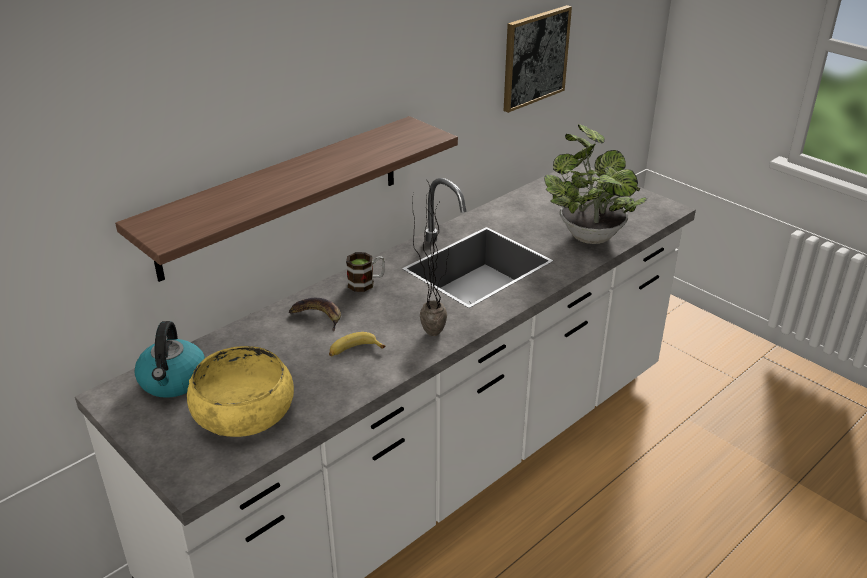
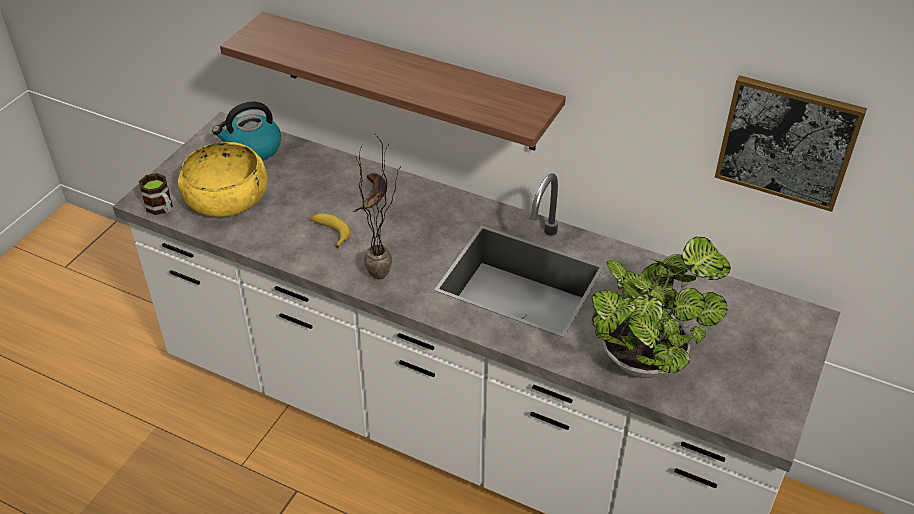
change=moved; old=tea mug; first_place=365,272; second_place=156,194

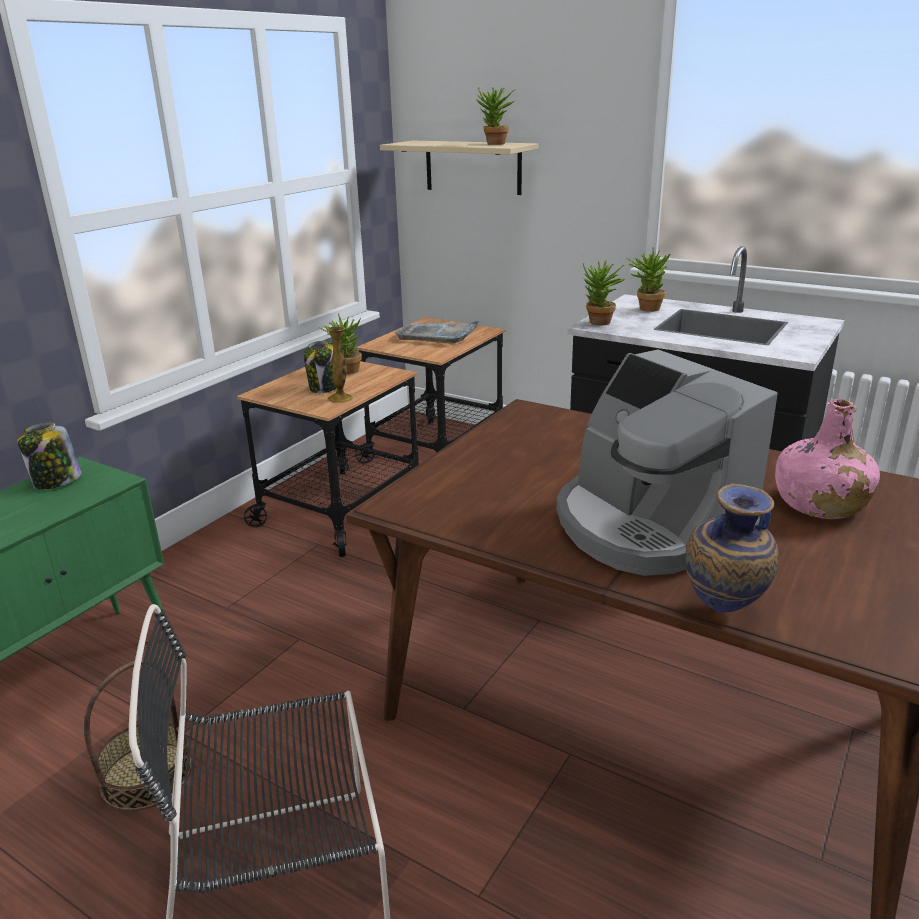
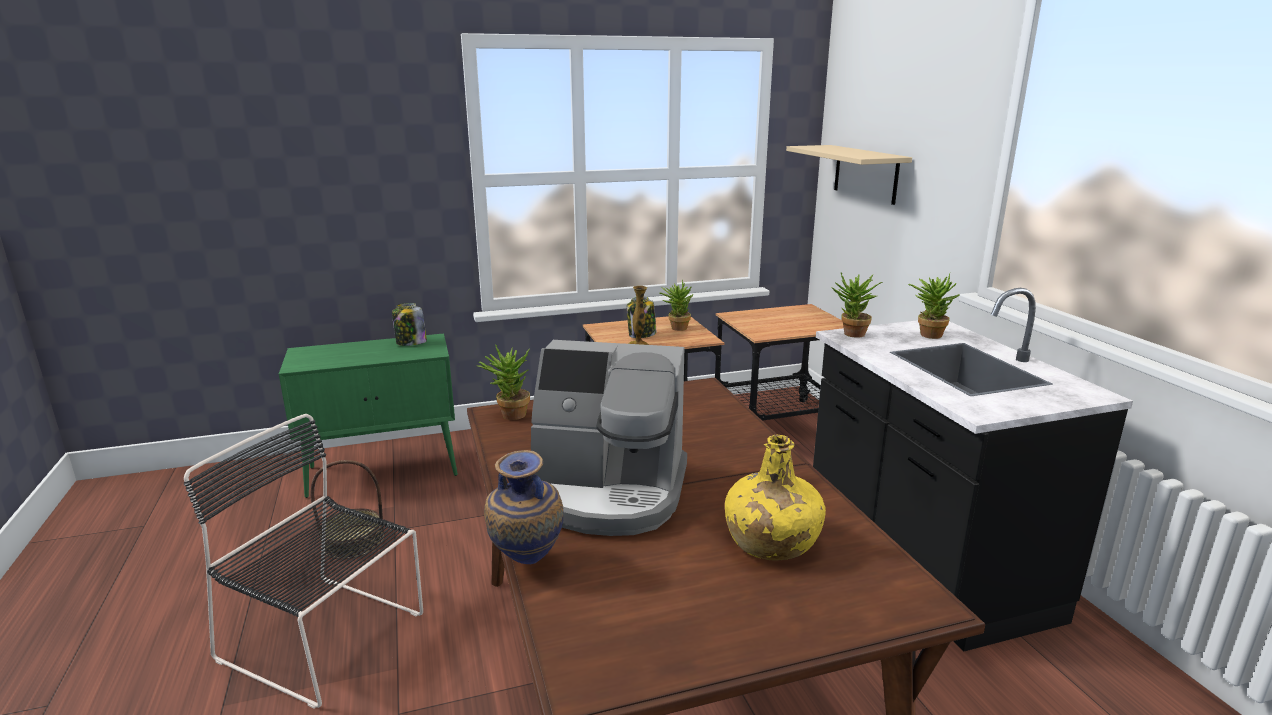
change=removed; old=gray serving tray; first_place=437,332
change=moved; old=potted plant; first_place=495,116; second_place=503,382
change=turned; old=coffee maker; first_place=667,462; second_place=609,438; degrees=-90
change=recoloured; old=pink-coloured beverage bottle; new=yellowish beverage bottle; first_place=827,459; second_place=775,497

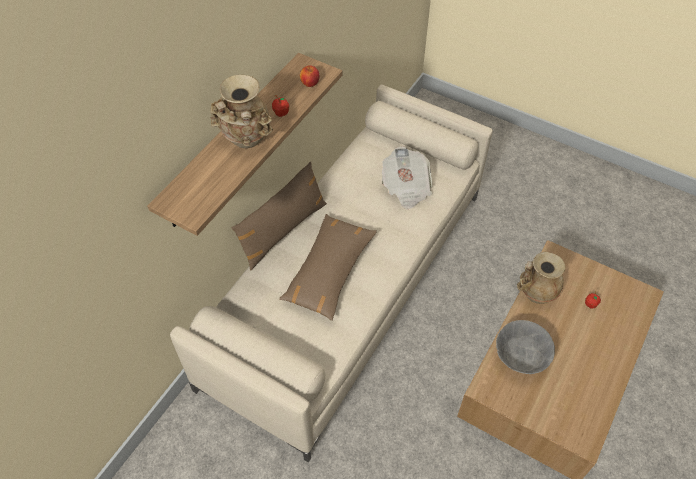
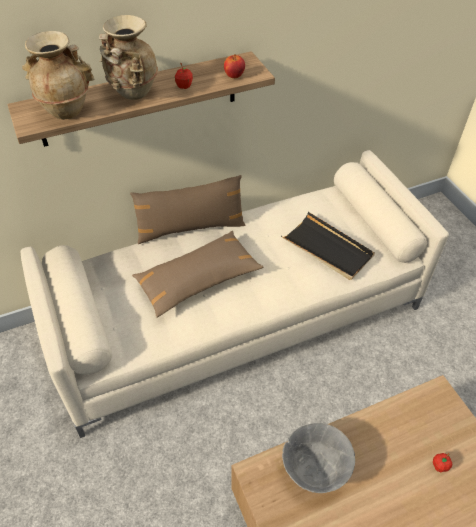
change=replaced; old=printed paper; new=blackish serving tray; first_place=407,178; second_place=328,246
change=moved; old=beige vase; first_place=541,278; second_place=58,75

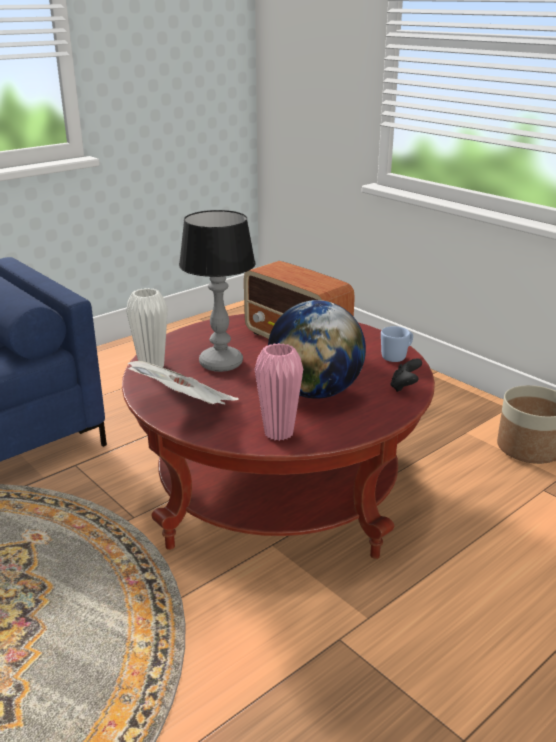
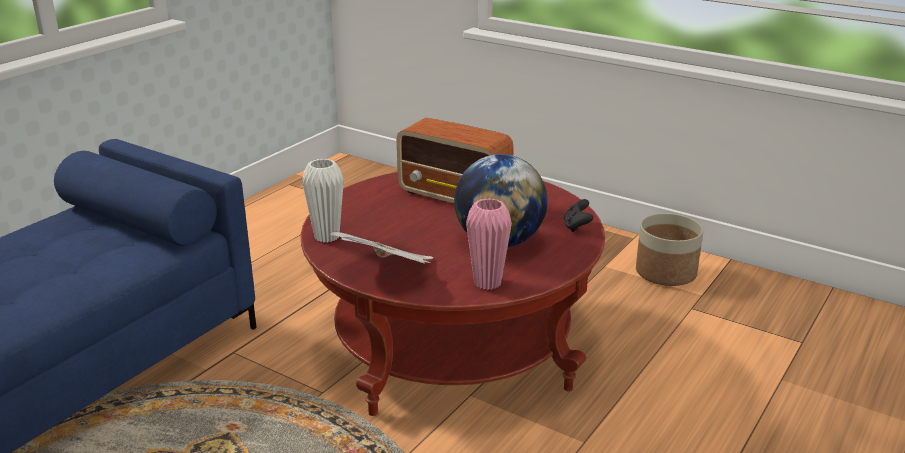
change=removed; old=lamp for a table; first_place=217,291
change=removed; old=blue-coloured tea mug; first_place=397,344

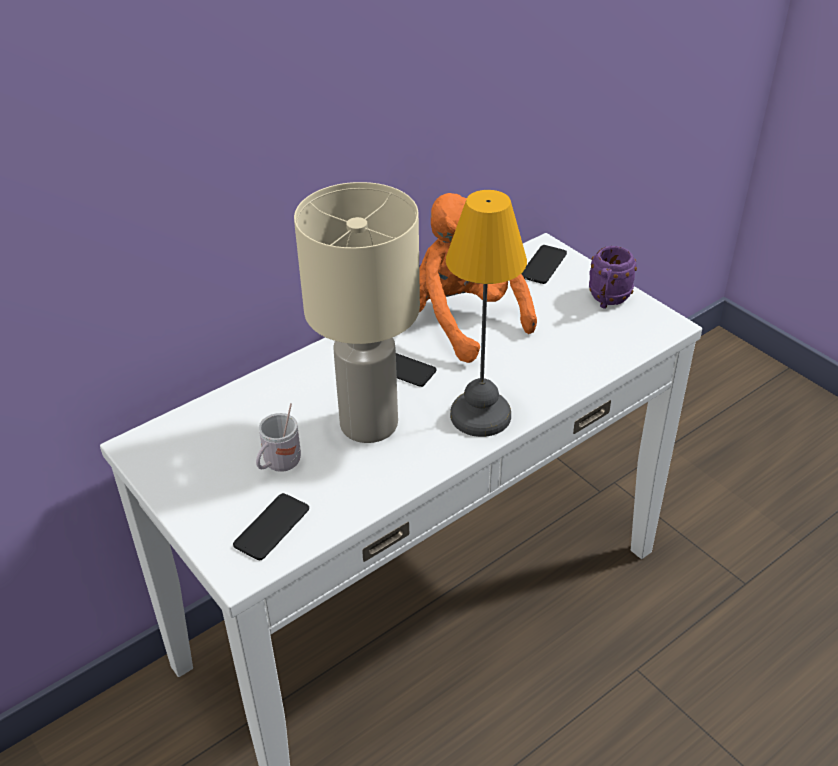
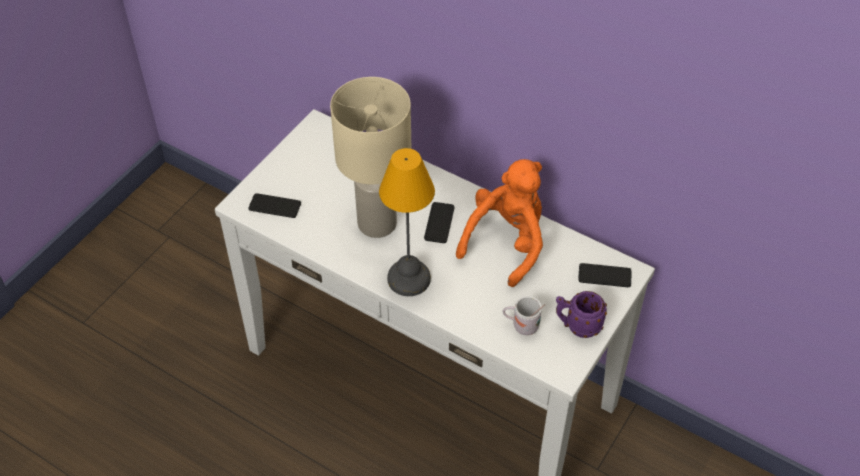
change=moved; old=whitish tea mug; first_place=278,437; second_place=523,315

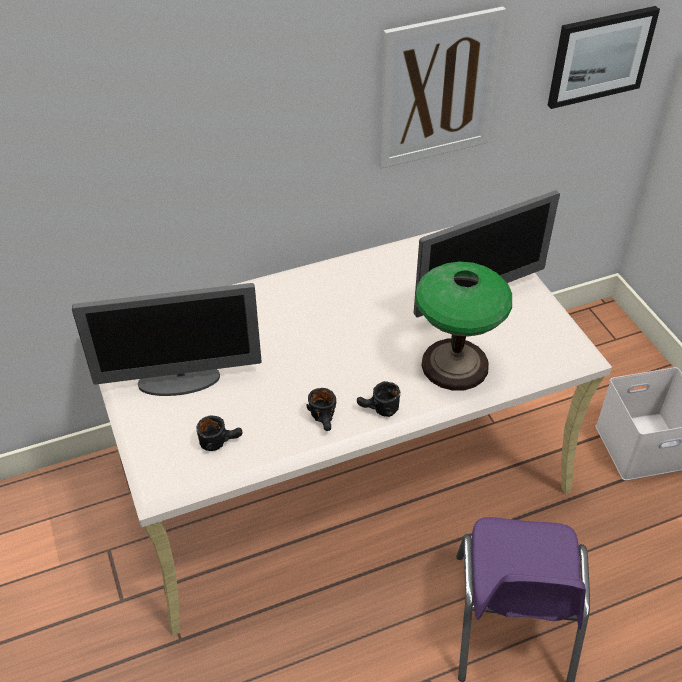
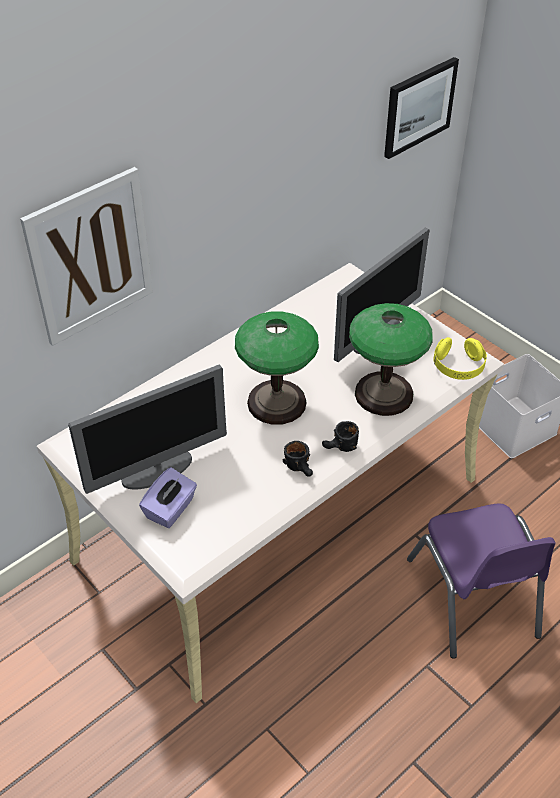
change=removed; old=blackish tea mug; first_place=219,433
change=moved; old=wall art; first_place=442,87; second_place=86,256
change=added; new=purple-coloured tissue holder; second_place=168,497
change=added; new=lamp for a table; second_place=277,368
change=added; new=yellowish pair of headphones; second_place=460,358

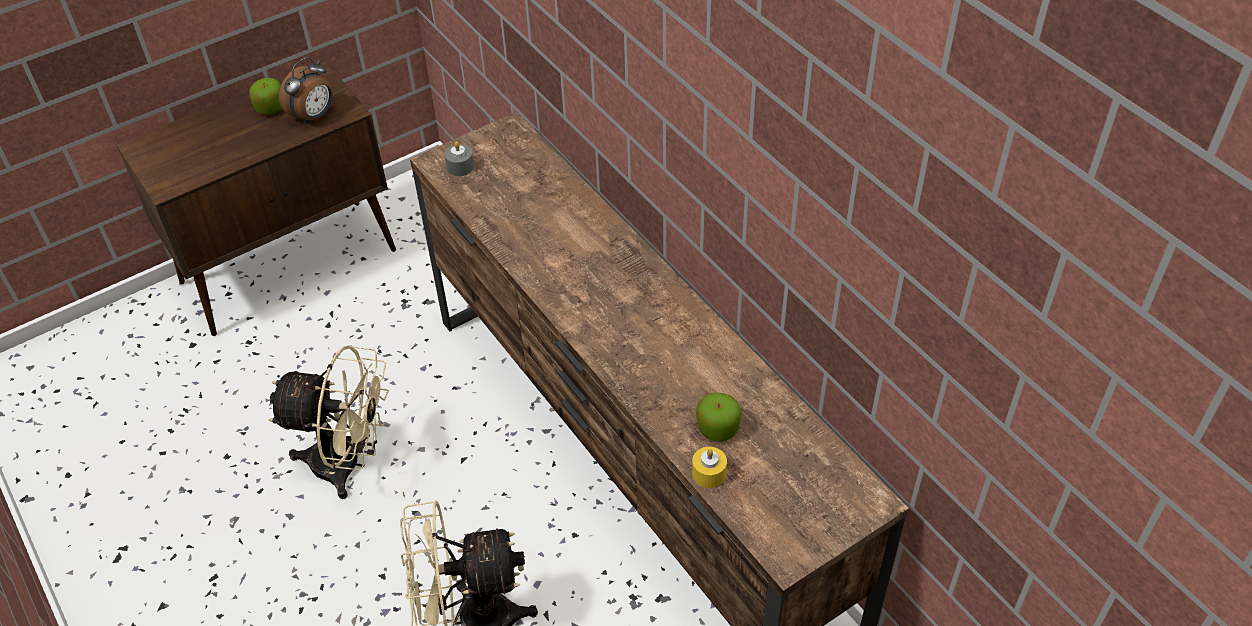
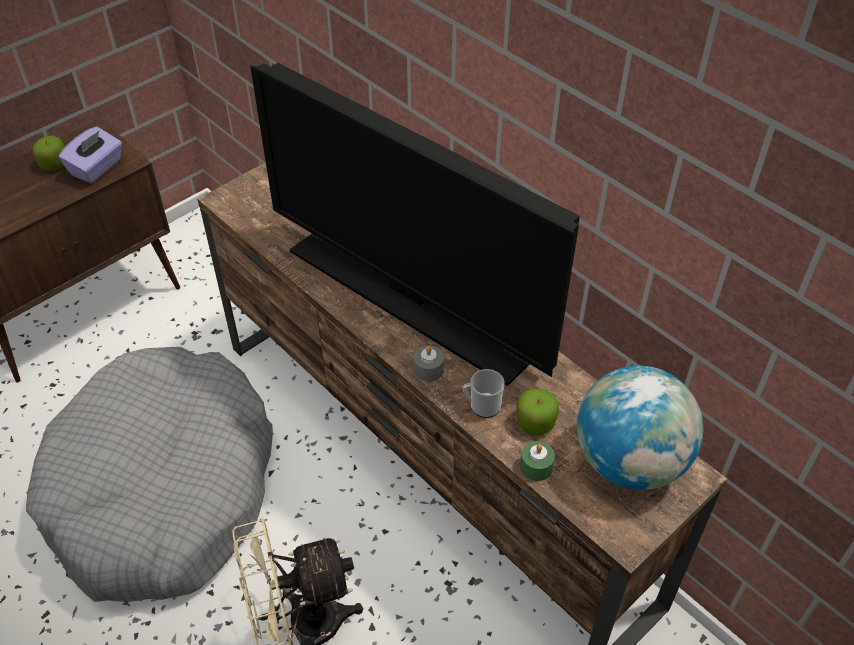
change=replaced; old=beige electric fan; new=gray pet bed; first_place=328,422; second_place=149,474
change=replaced; old=table clock; new=purple-coloured tissue holder; first_place=306,90; second_place=90,154
change=moved; old=gray wax light; first_place=459,158; second_place=429,363
change=recoloured; old=yellowish wax light; new=green-coloured wax light; first_place=709,467; second_place=537,461
change=added; new=television; second_place=415,224
change=added; new=tea mug; second_place=483,393
change=added; new=globe; second_place=640,428

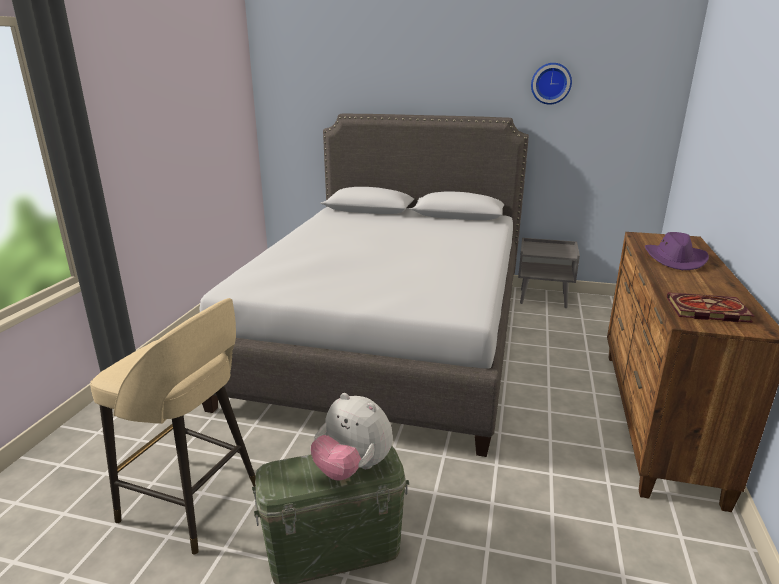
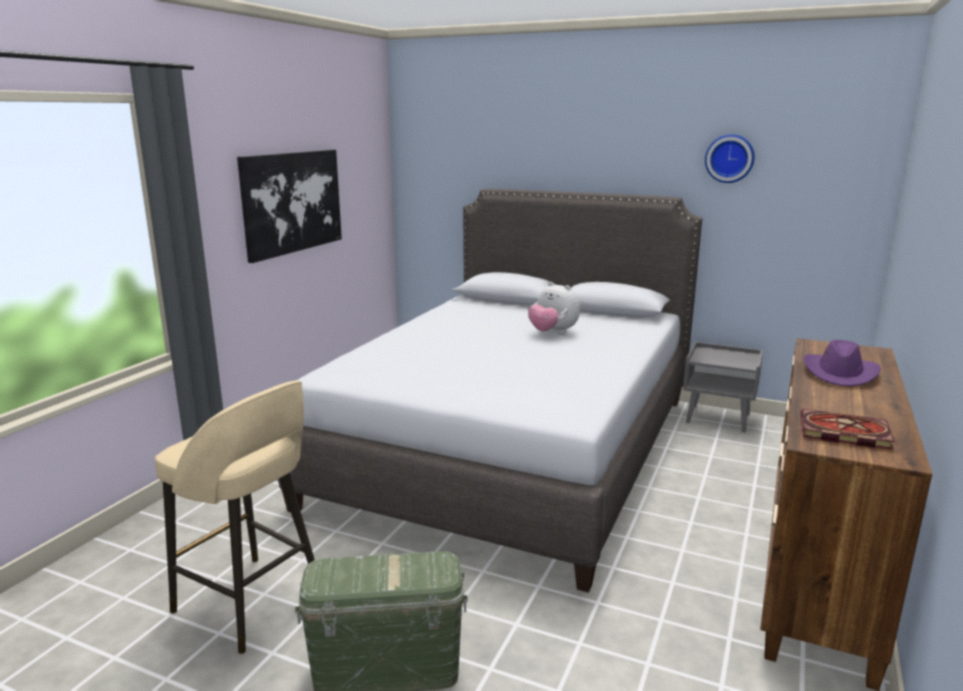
change=moved; old=soft toy; first_place=352,436; second_place=554,308
change=added; new=wall art; second_place=289,206

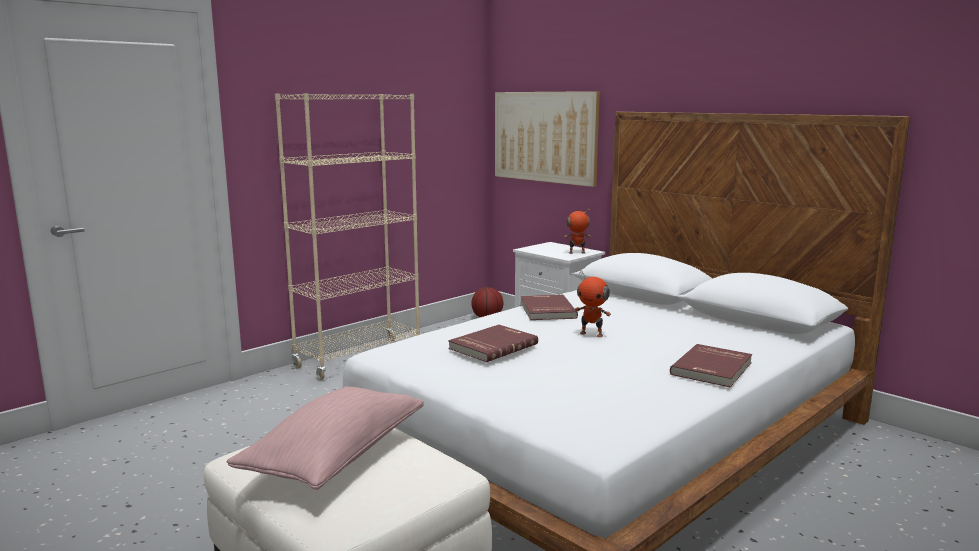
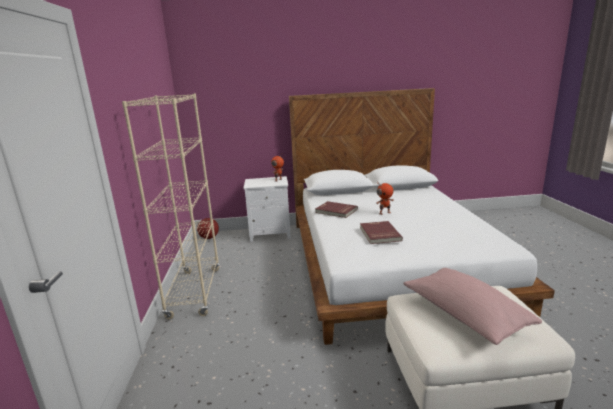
change=removed; old=wall art; first_place=547,139
change=removed; old=reddish bound book; first_place=711,365

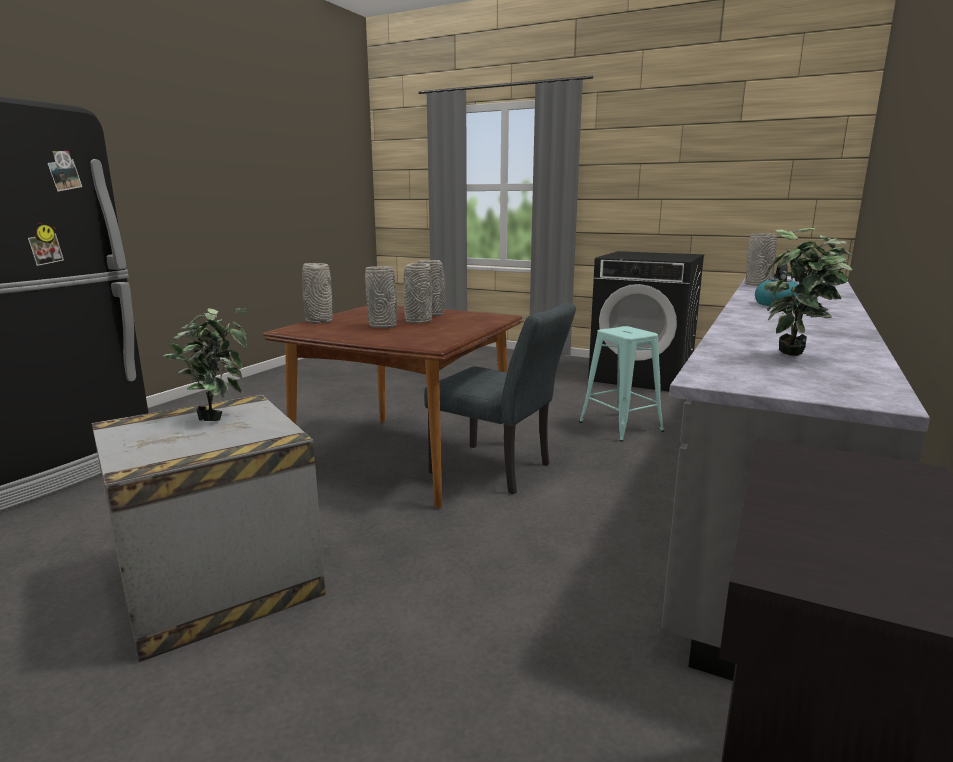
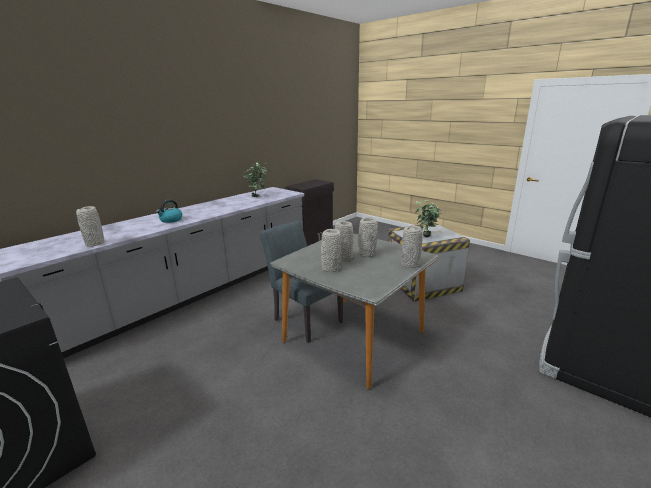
change=recoloured; old=brown-coloured dinner table; new=gray dinner table; first_place=392,407; second_place=354,311
change=removed; old=turquoise stool seat; first_place=621,384

